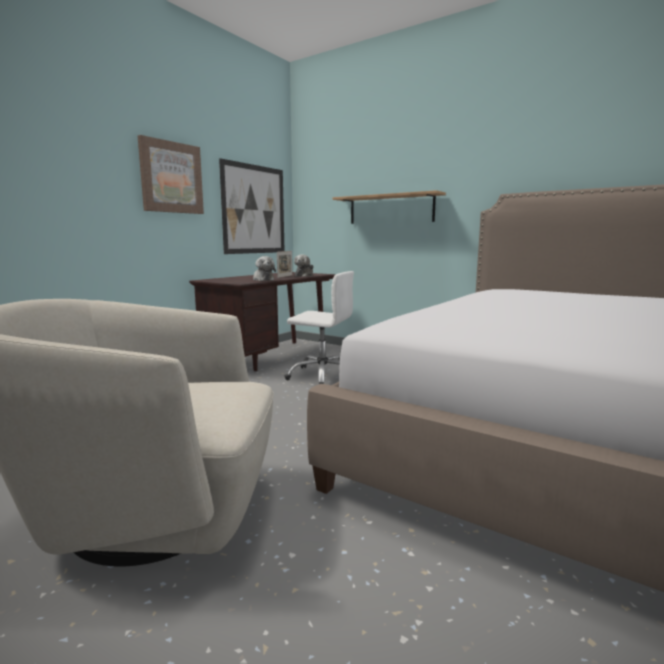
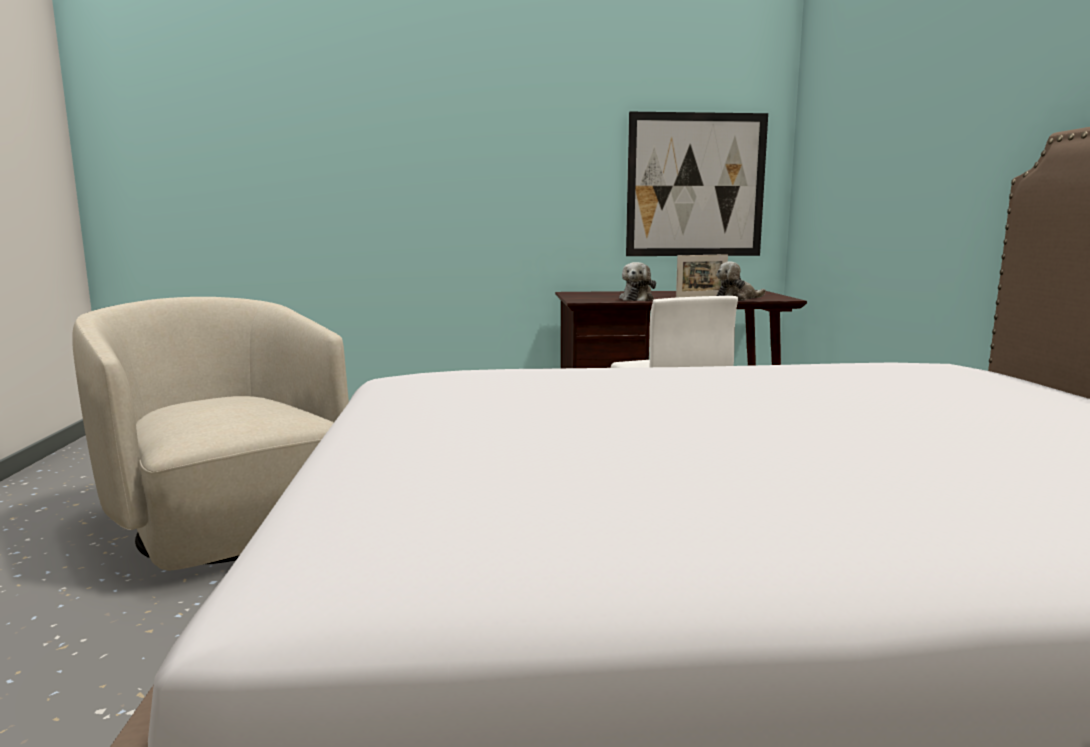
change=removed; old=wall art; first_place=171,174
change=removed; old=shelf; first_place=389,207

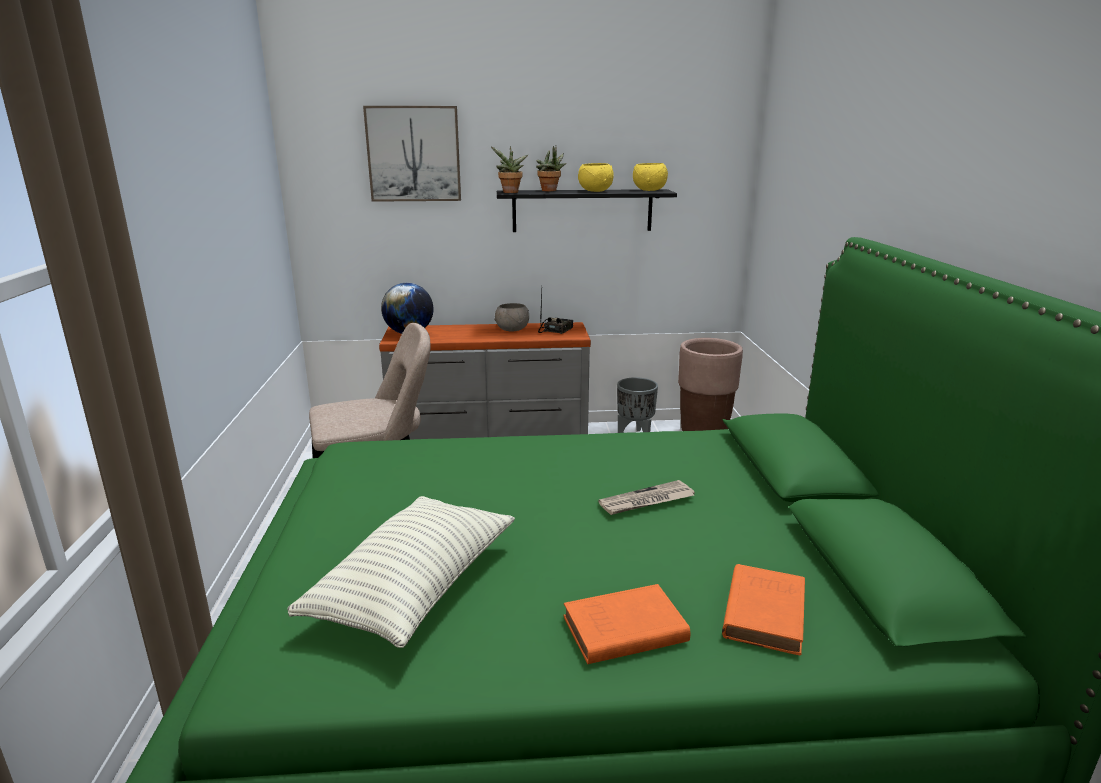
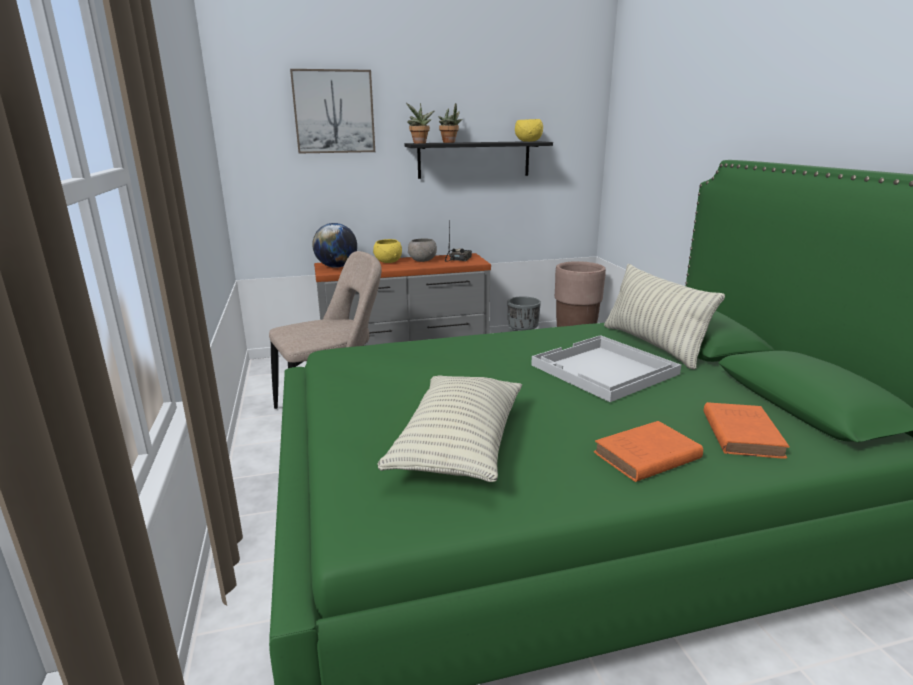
change=moved; old=yellowish bowl; first_place=596,177; second_place=387,251
change=replaced; old=printed paper; new=whitish serving tray; first_place=646,497; second_place=606,368
change=added; new=throw pillow; second_place=664,317

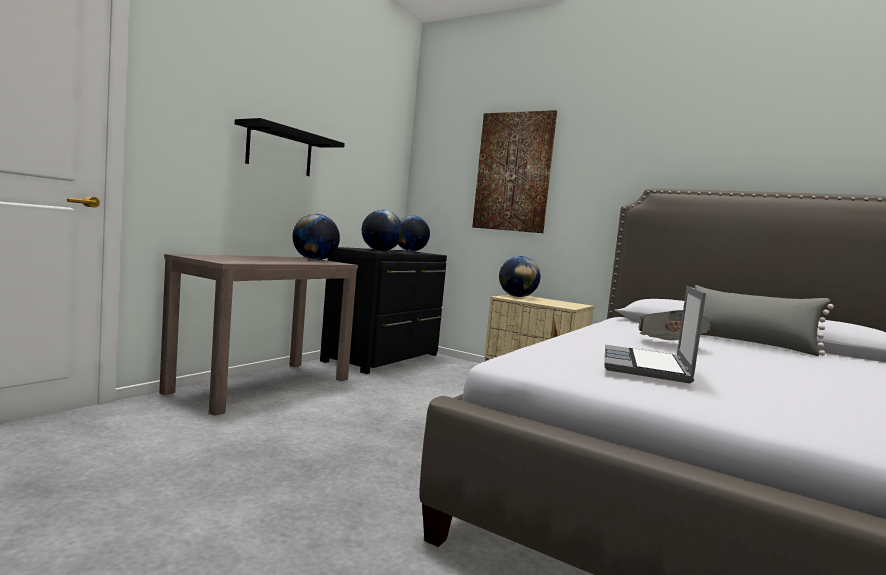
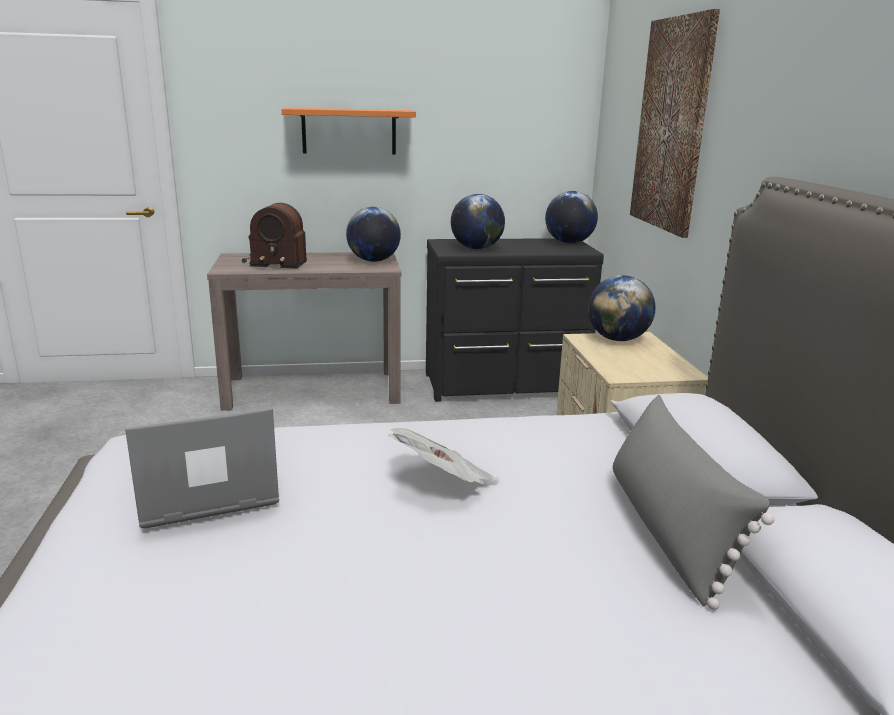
change=recoloured; old=blackish shelf; new=orangey shelf; first_place=290,147; second_place=349,131
change=added; new=radio set; second_place=274,236

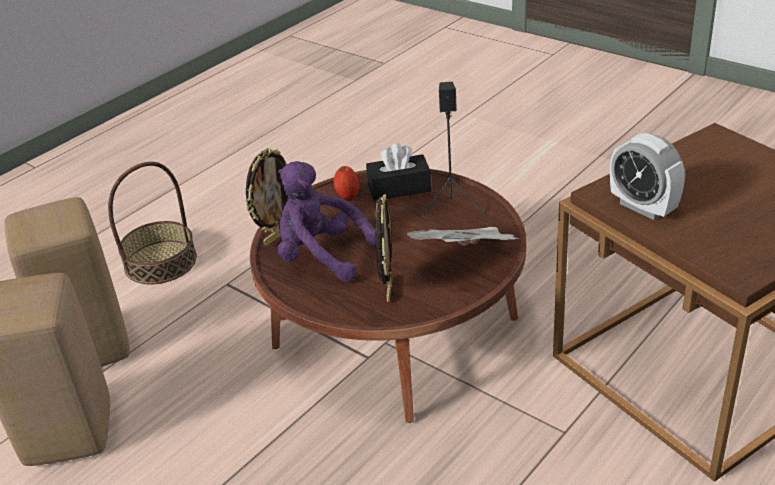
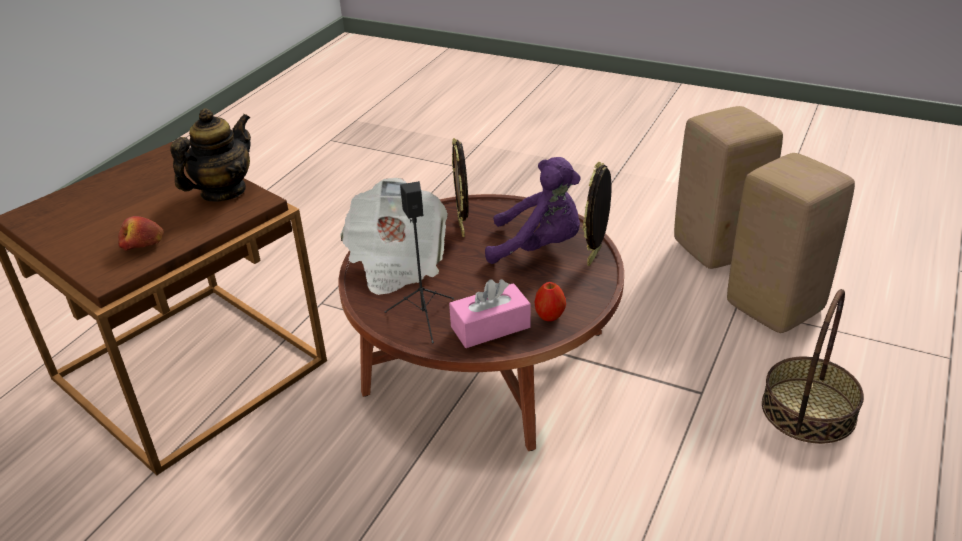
change=recoloured; old=blackish tissue holder; new=pink-coloured tissue holder; first_place=398,172; second_place=490,313
change=replaced; old=table clock; new=pot for tea; first_place=647,176; second_place=211,155
change=added; new=apple fruit; second_place=141,233

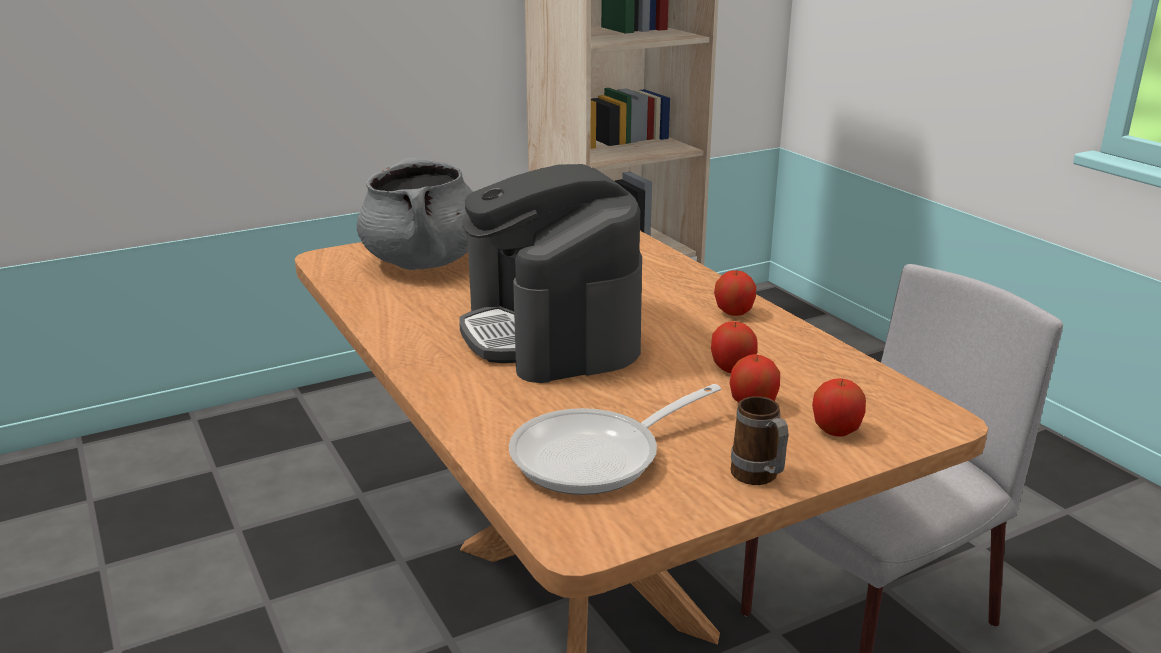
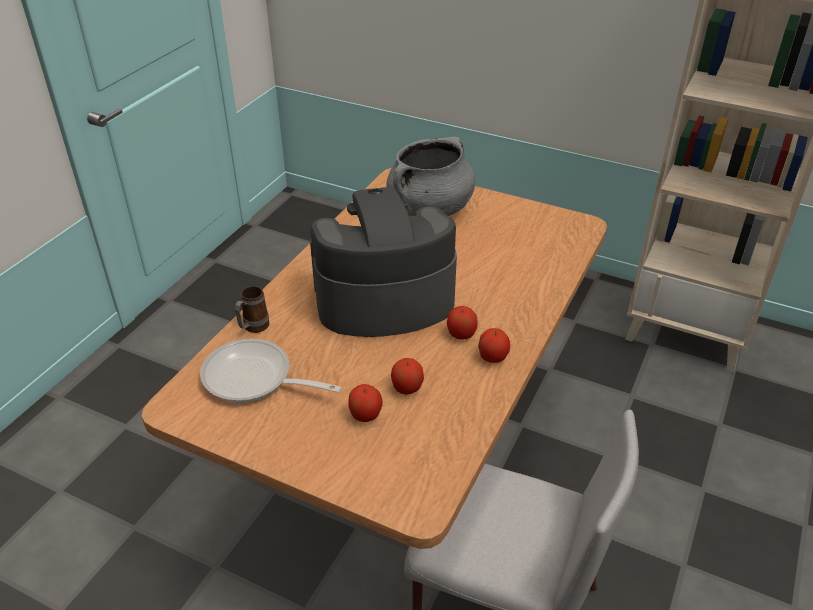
change=turned; old=coffee maker; first_place=550,273; second_place=383,262; degrees=45
change=moved; old=tea mug; first_place=760,440; second_place=252,309
change=moved; old=apple fruit; first_place=839,408; second_place=462,323

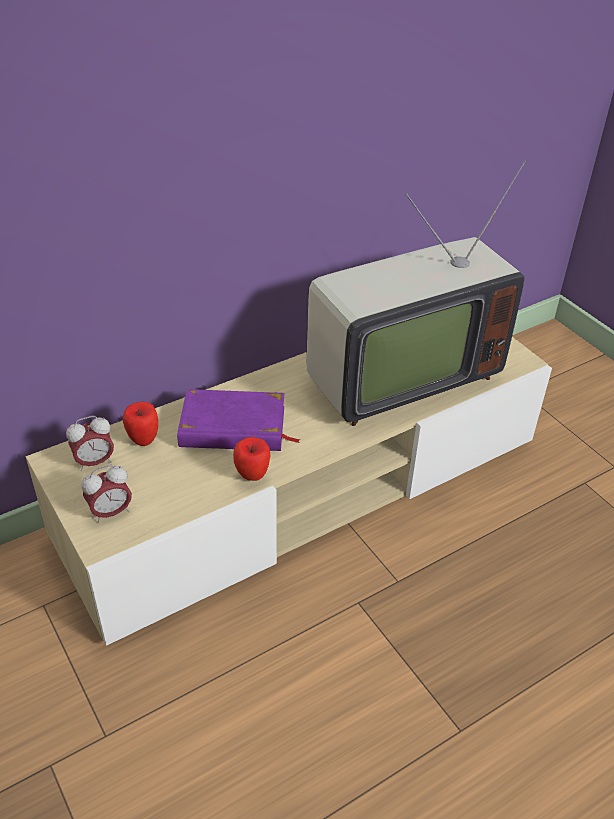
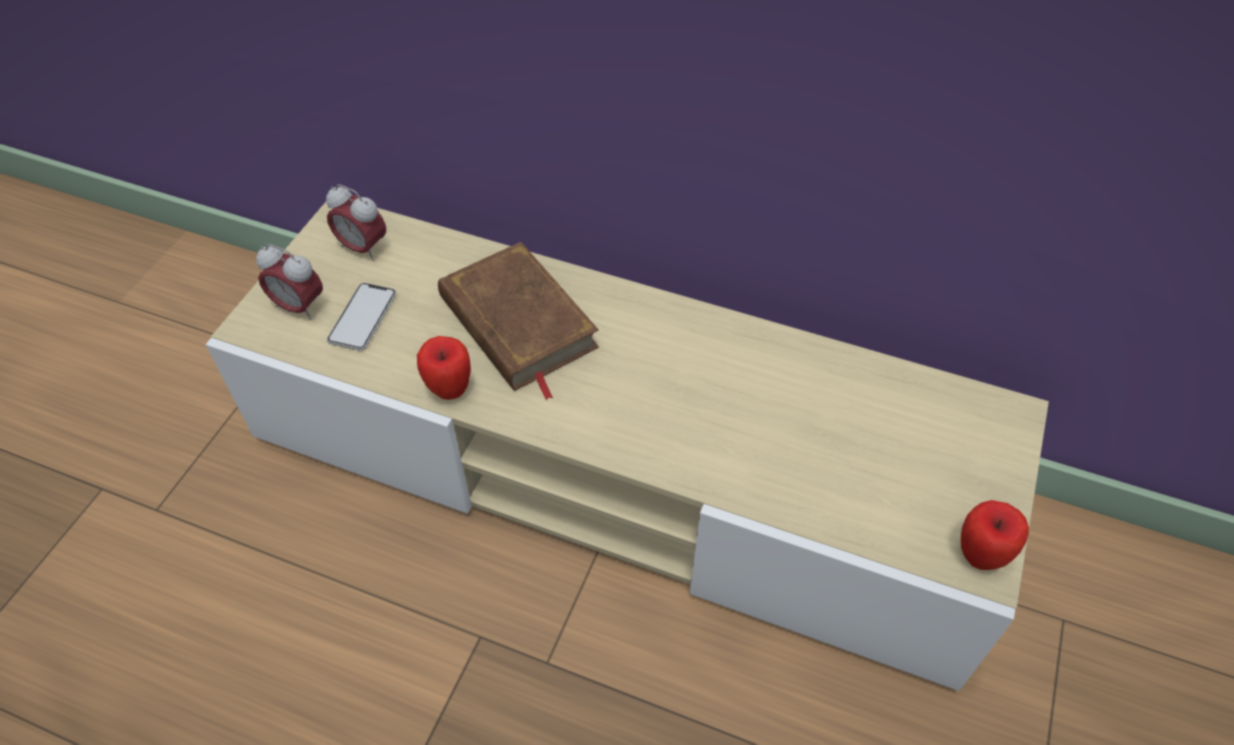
change=moved; old=apple fruit; first_place=140,424; second_place=995,535
change=recoloured; old=purple-coloured bound book; new=brown-coloured bound book; first_place=239,420; second_place=518,321
change=removed; old=television; first_place=416,293
change=added; new=phone; second_place=361,316

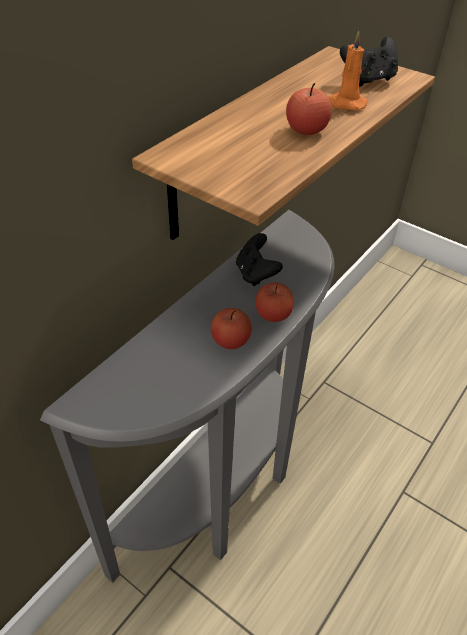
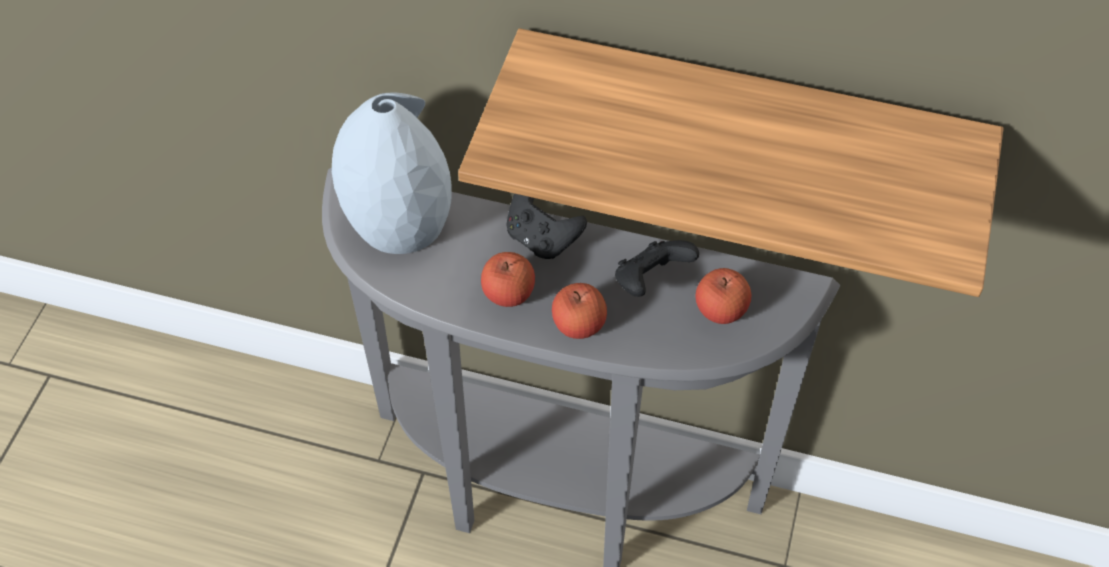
change=moved; old=apple fruit; first_place=309,109; second_place=723,296
change=removed; old=orangey wax light; first_place=348,70
change=moved; old=blackish game controller; first_place=369,62; second_place=546,226
change=added; new=gray vase; second_place=392,173

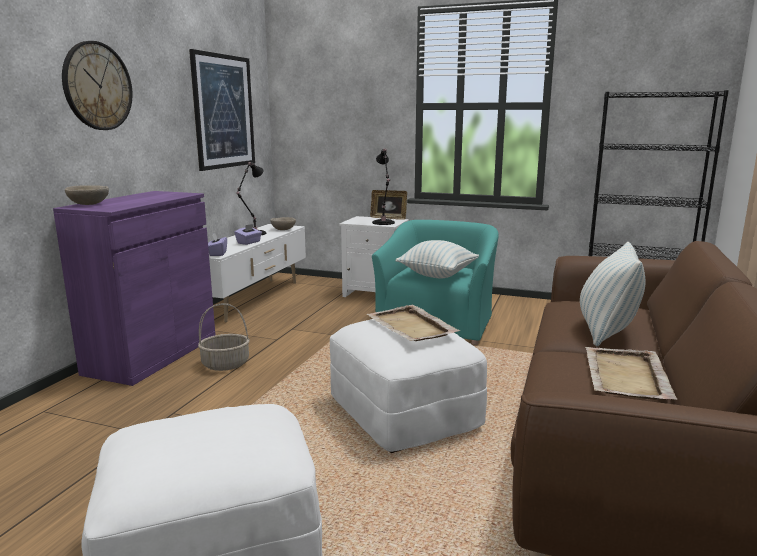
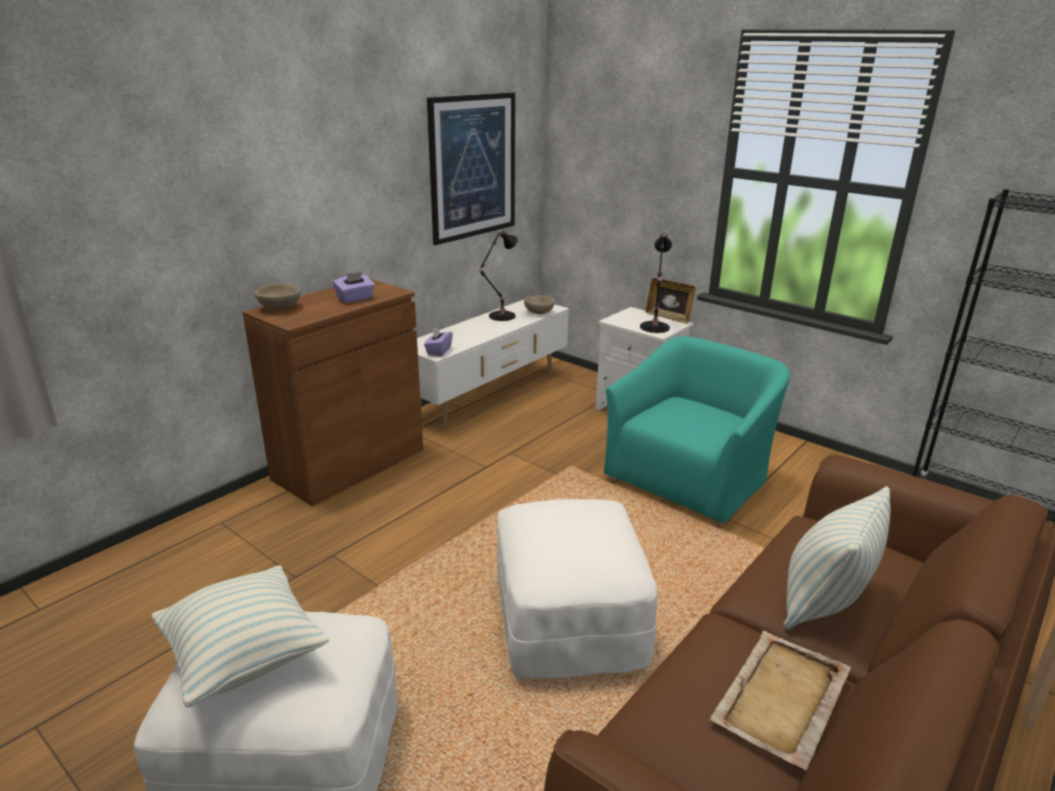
change=recoloured; old=purple-coloured storage cabinet; new=brown-coloured storage cabinet; first_place=134,288; second_place=333,392
change=removed; old=clock on the wall; first_place=97,85
change=removed; old=storage basket; first_place=224,337
change=moved; old=purple-coloured tissue holder; first_place=248,234; second_place=354,287
change=removed; old=beige serving tray; first_place=413,323
change=moved; old=throw pillow; first_place=437,259; second_place=240,636

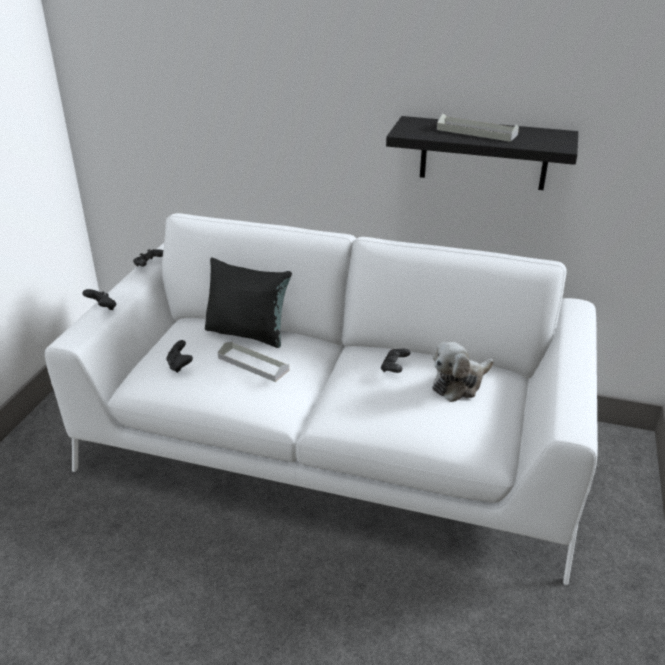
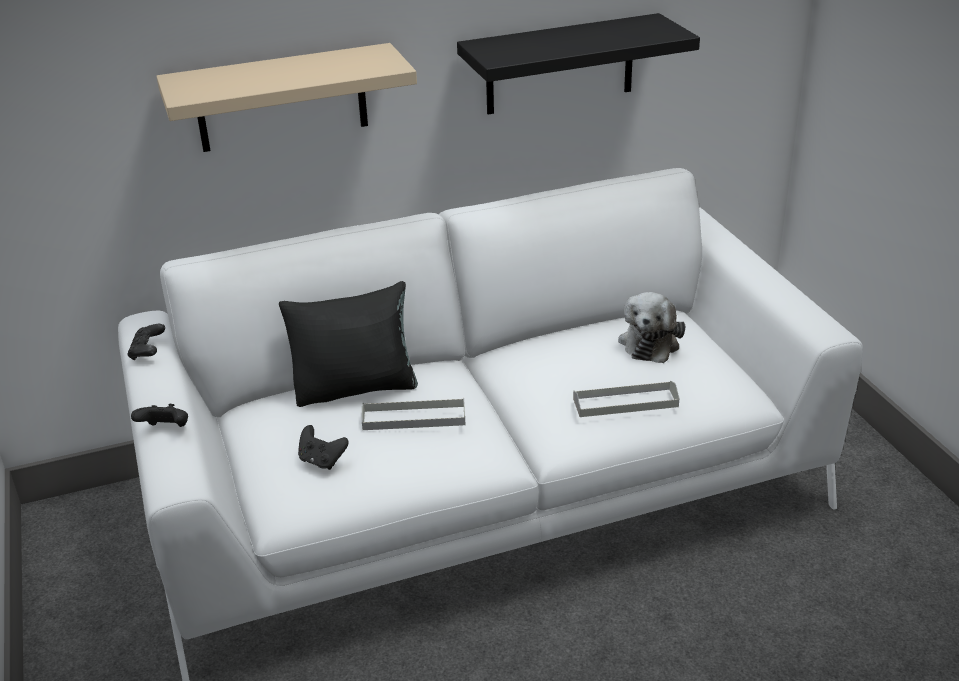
change=removed; old=blackish game controller; first_place=396,361
change=moved; old=gray serving tray; first_place=478,127; second_place=626,399
change=added; new=beige shelf; second_place=286,97

